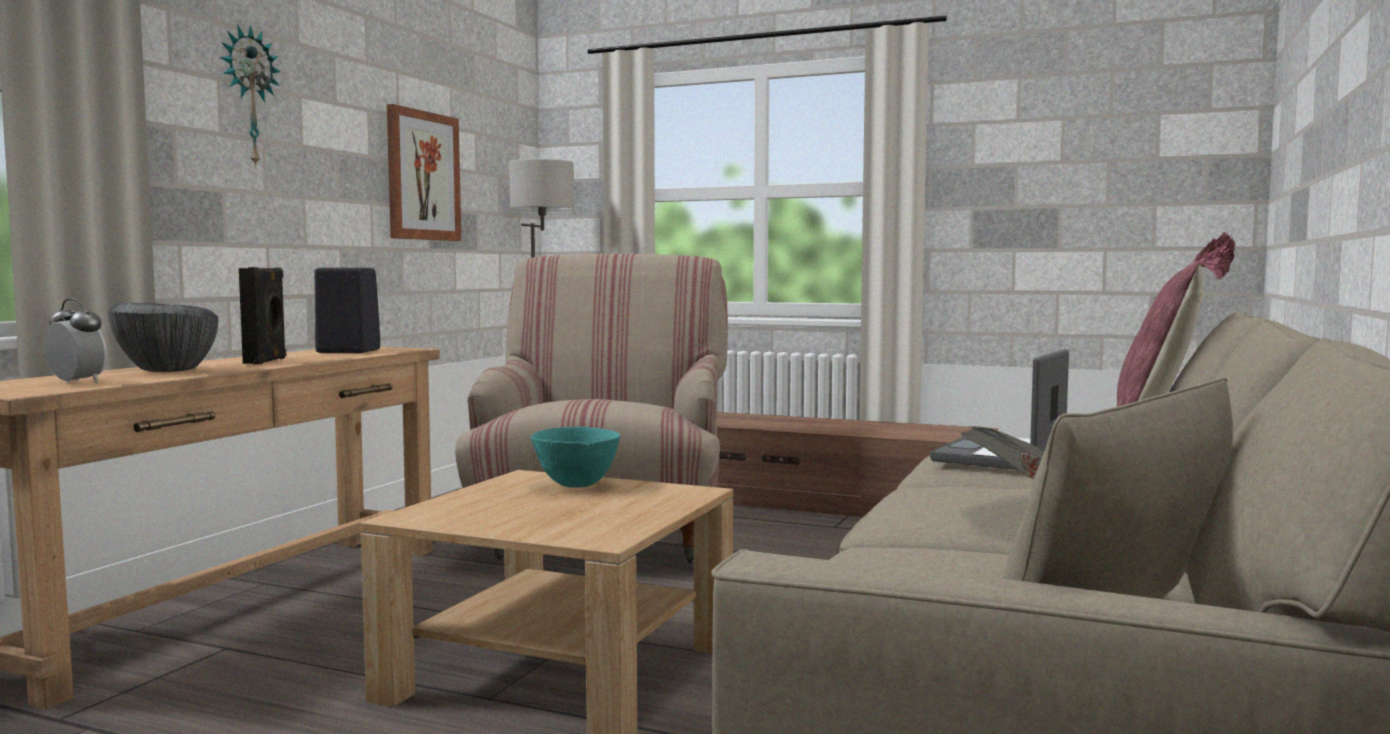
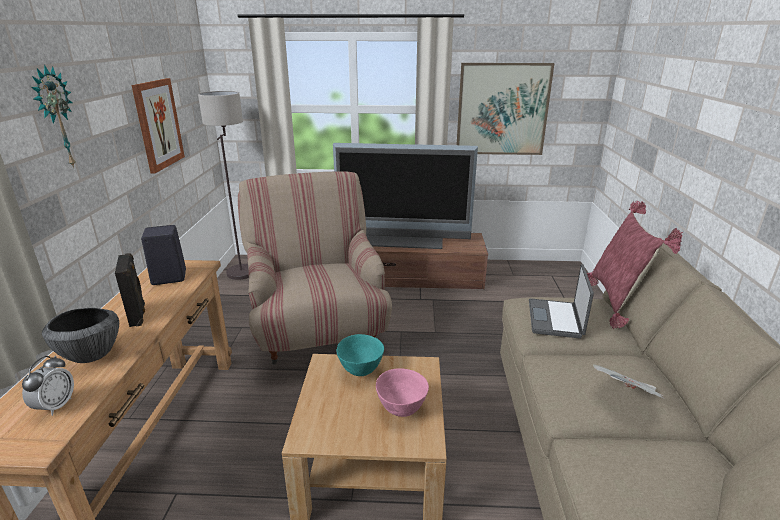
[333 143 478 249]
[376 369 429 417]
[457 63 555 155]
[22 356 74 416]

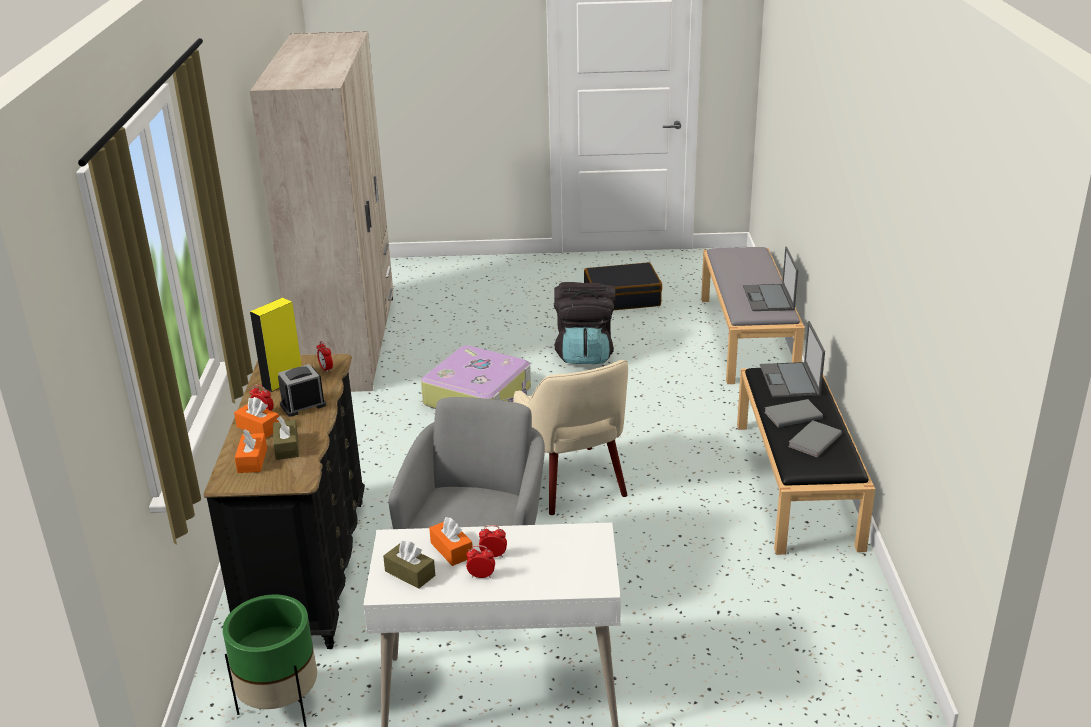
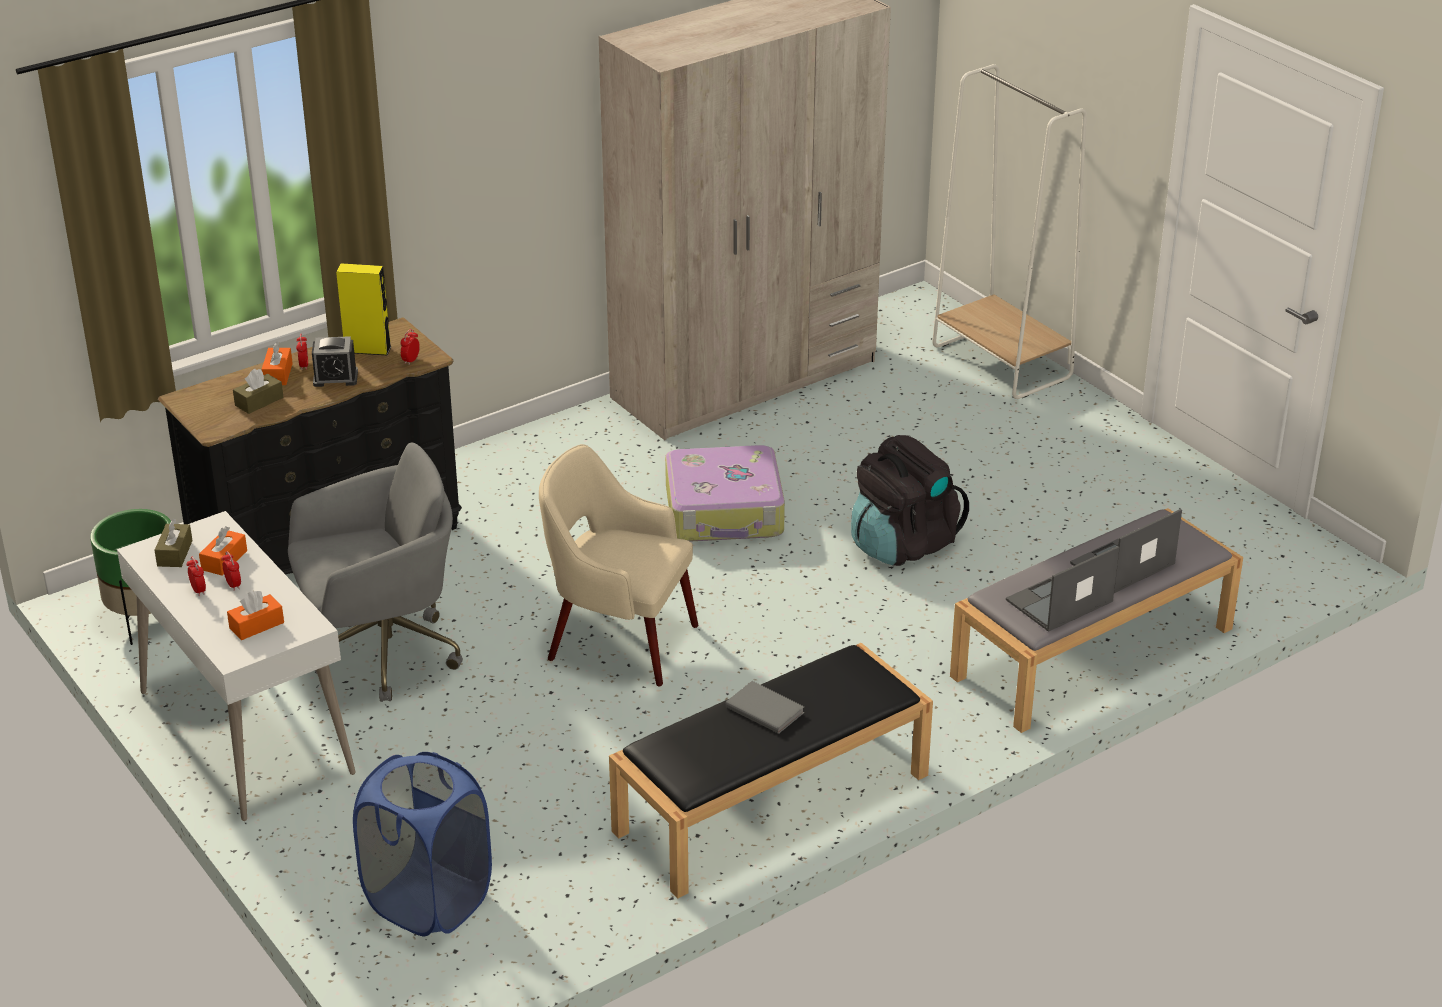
[584 262 662 310] (first image)
[788 420 842 457] (first image)
[353 752 492 936]
[932 64 1087 399]
[227 591 284 640]
[1070 509 1182 593]
[312 336 358 387]
[539 444 698 686]

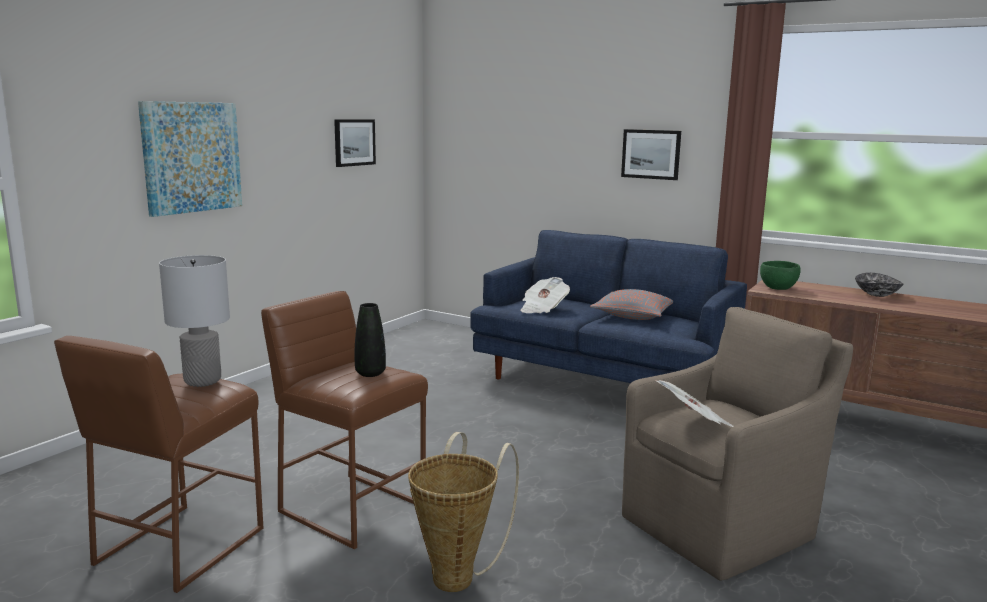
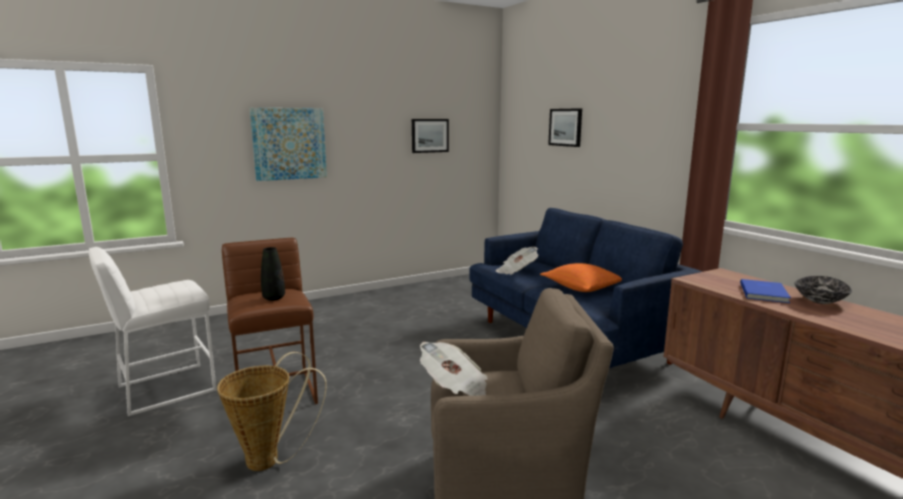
[159 255 230 387] (first image)
[760 261 801 290] (first image)
[740 279 791 303]
[548 108 582 147]
[88 247 216 416]
[540 263 622 292]

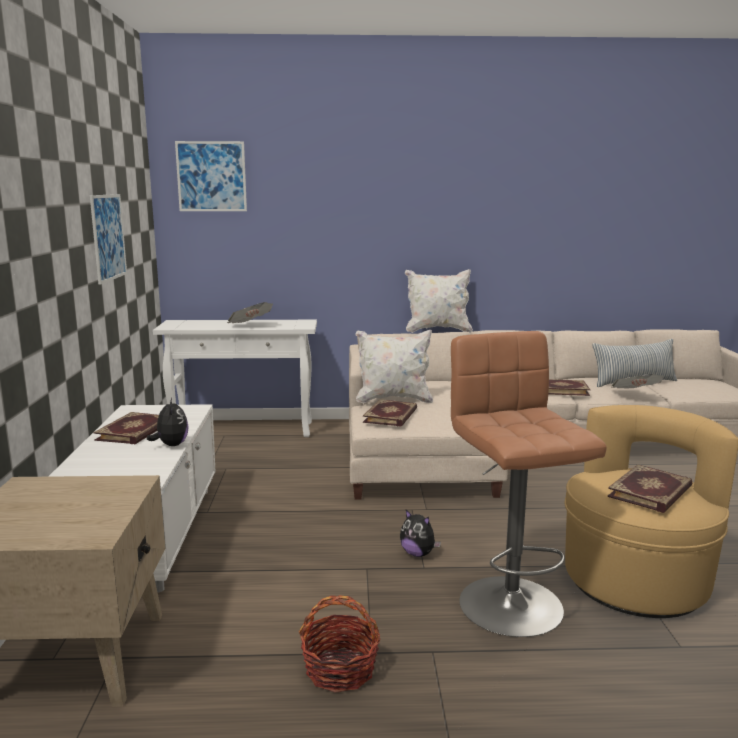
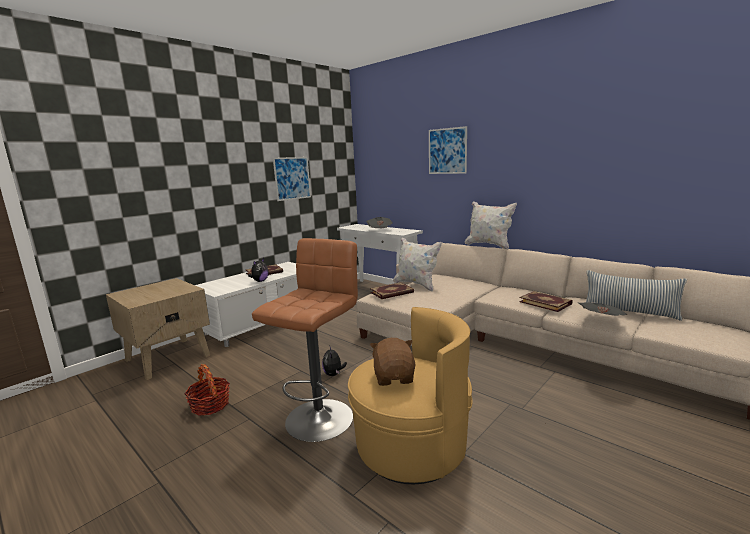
[429 126 467 174]
[370 338 415 386]

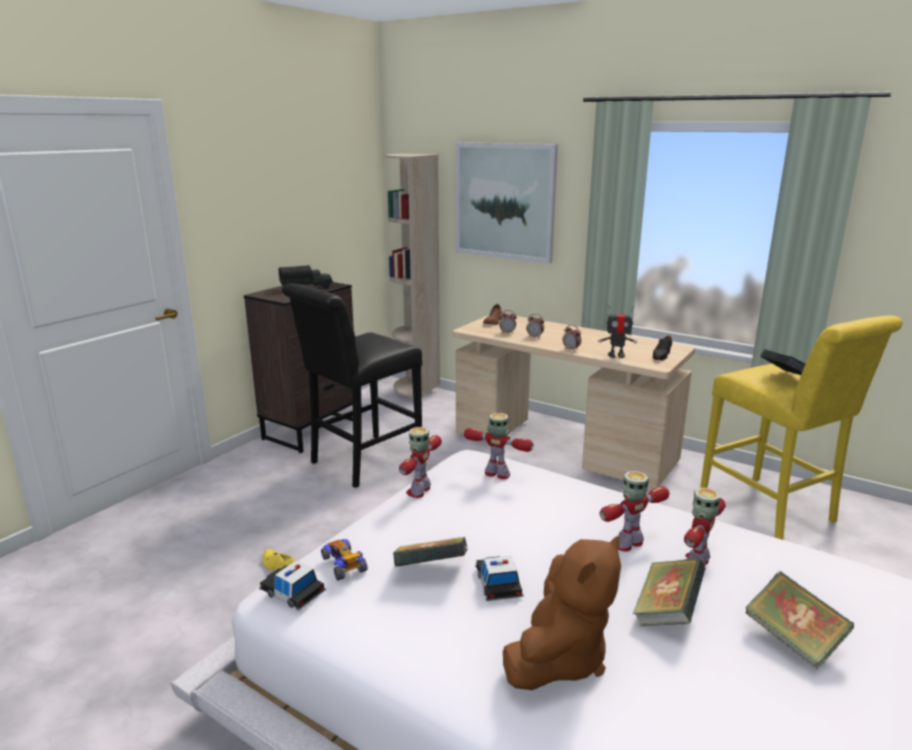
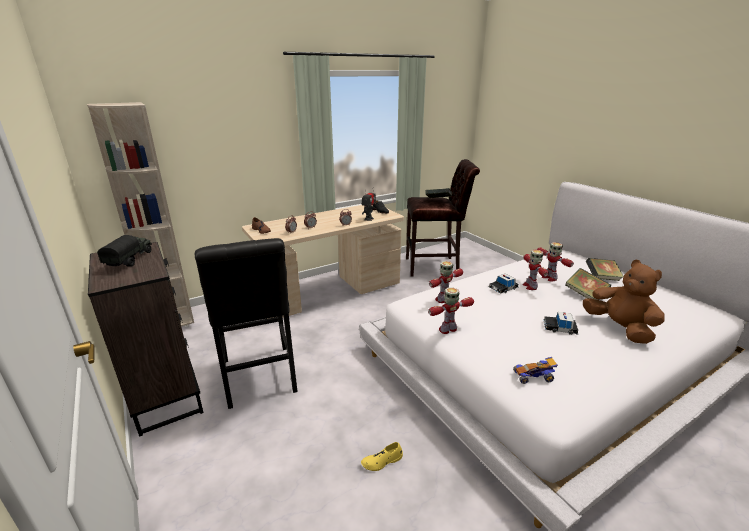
[393 537 467 567] (first image)
[455 142 558 264] (first image)
[488 274 519 293]
[406 159 480 276]
[428 287 474 334]

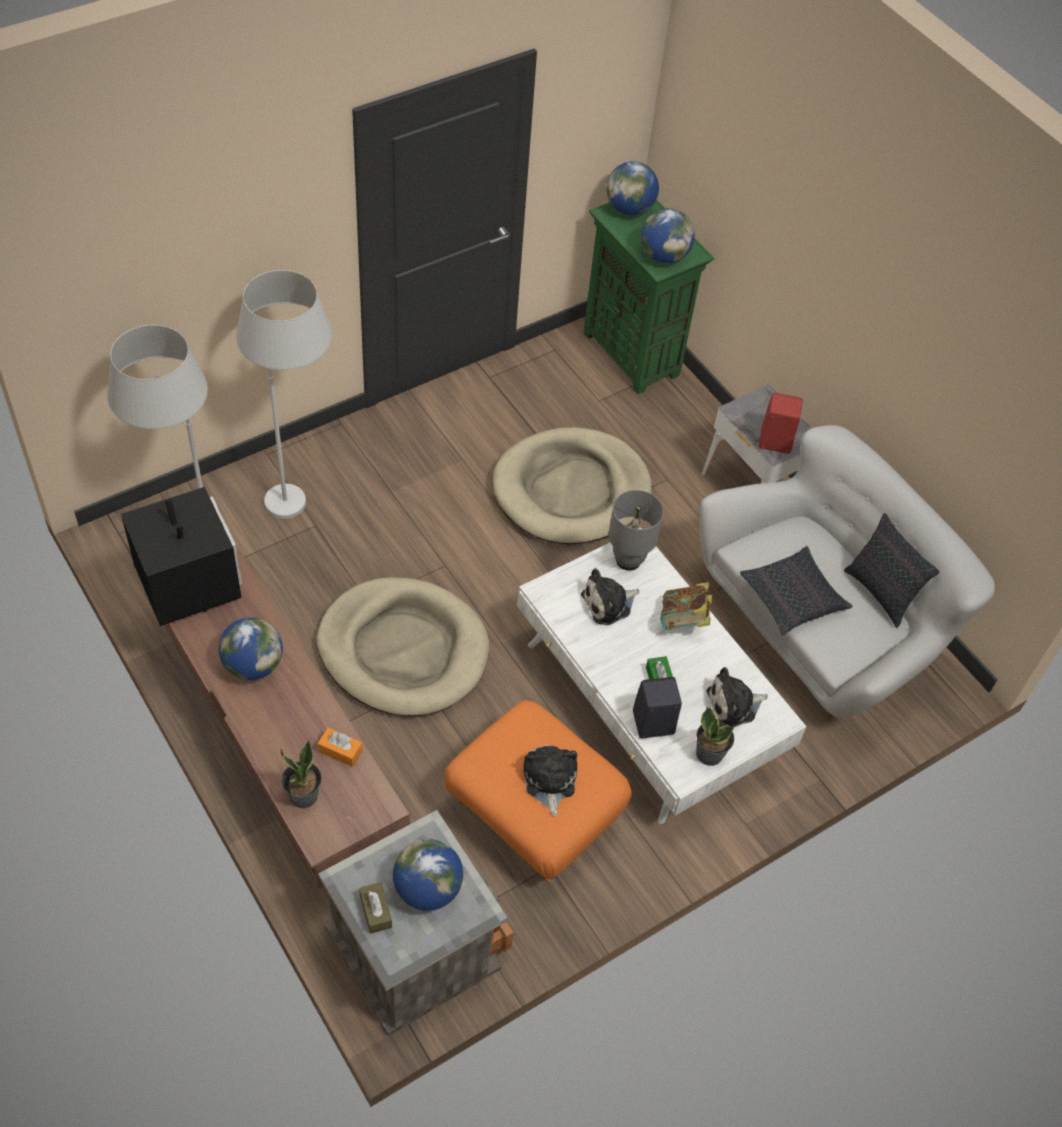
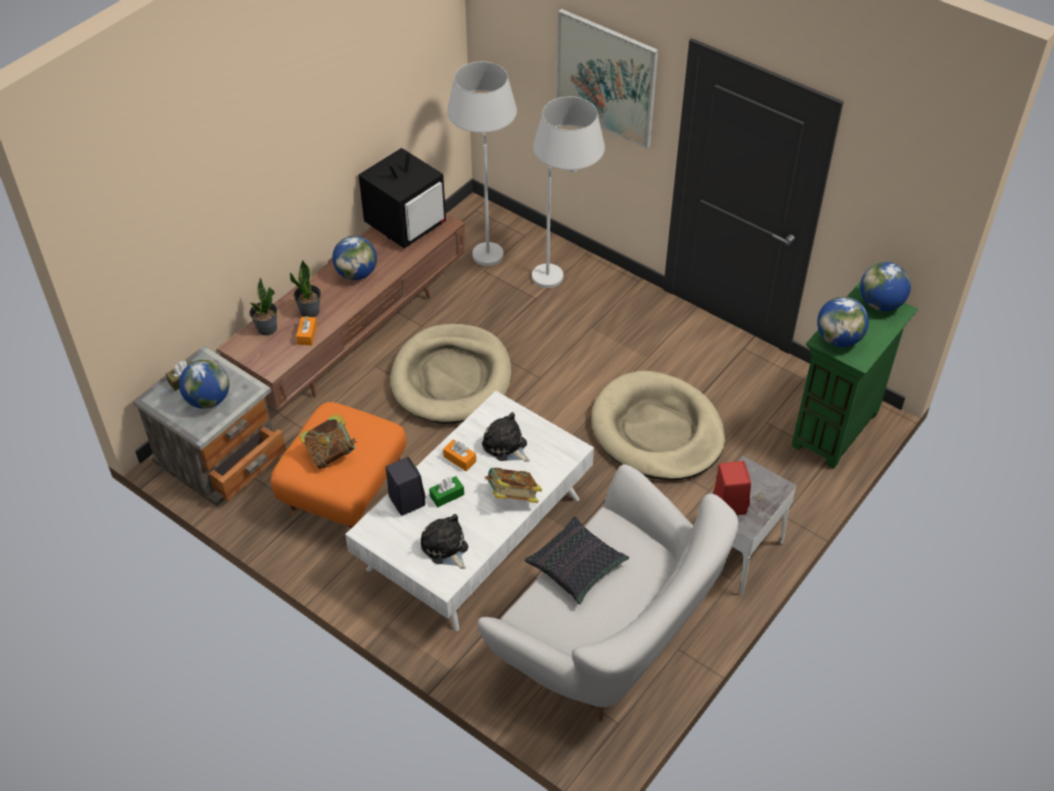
[609 490 663 571] (first image)
[844 513 940 628] (first image)
[443 439 476 471]
[556 9 659 149]
[290 260 321 317]
[299 413 357 469]

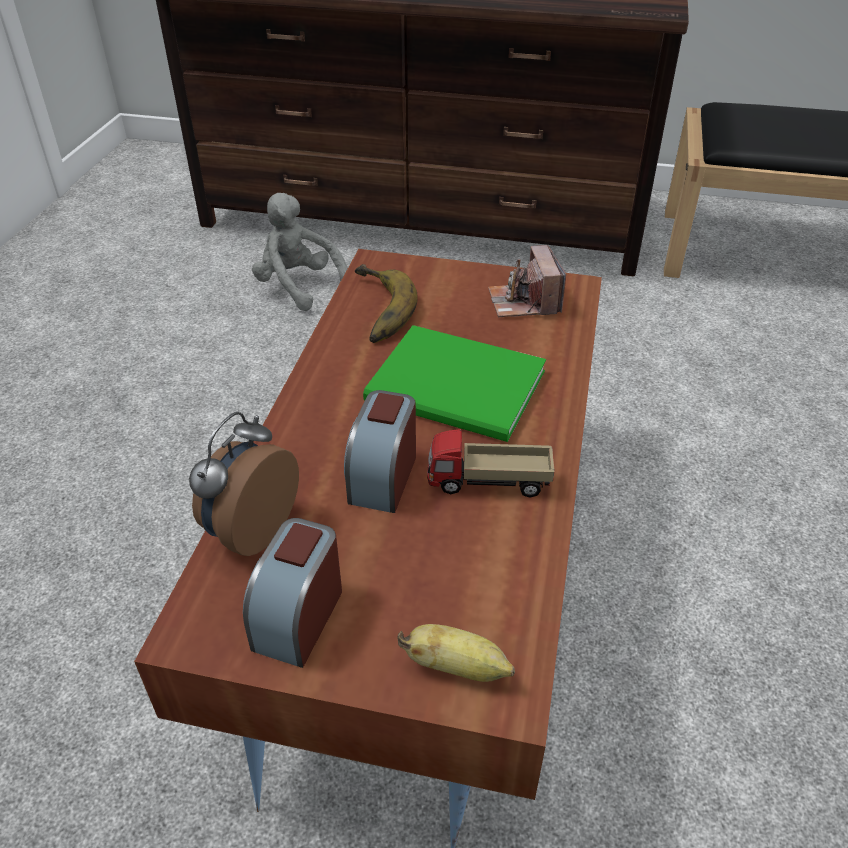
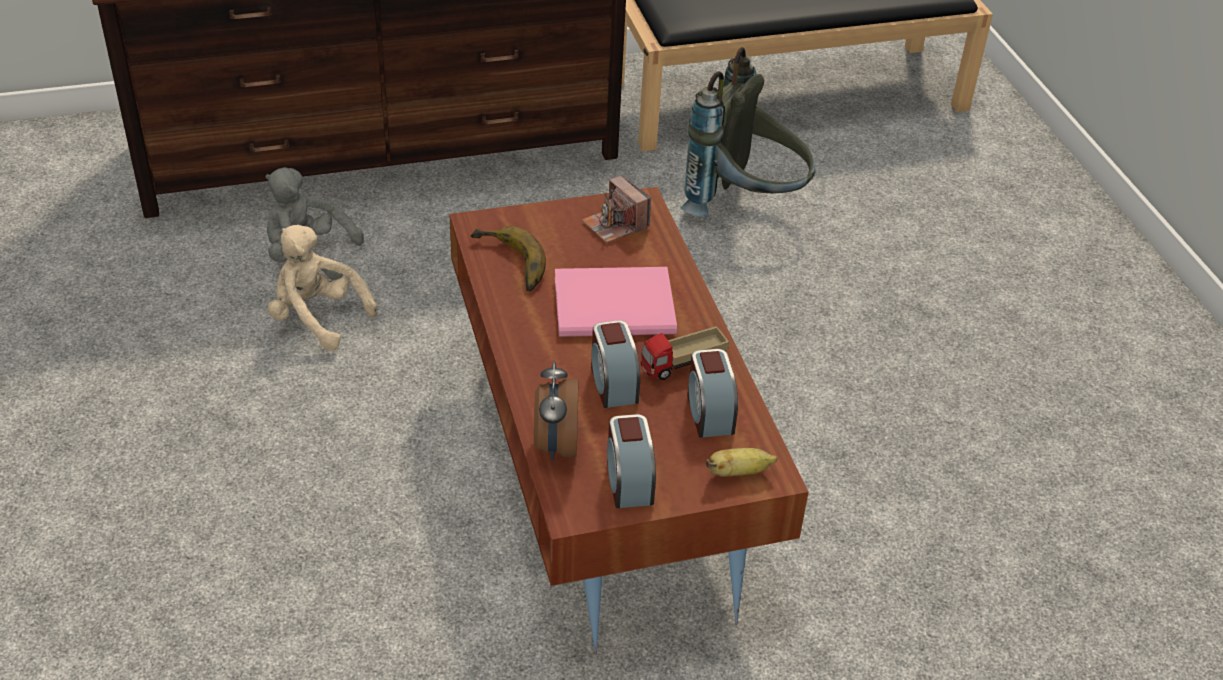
[268 225 378 350]
[680 47 815 217]
[687 349 738 438]
[555 267 677 337]

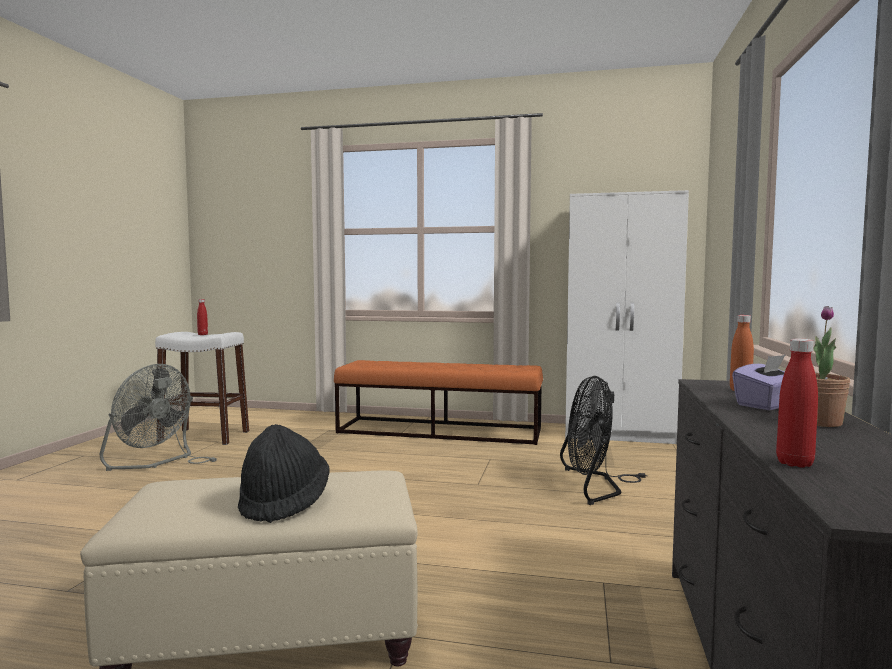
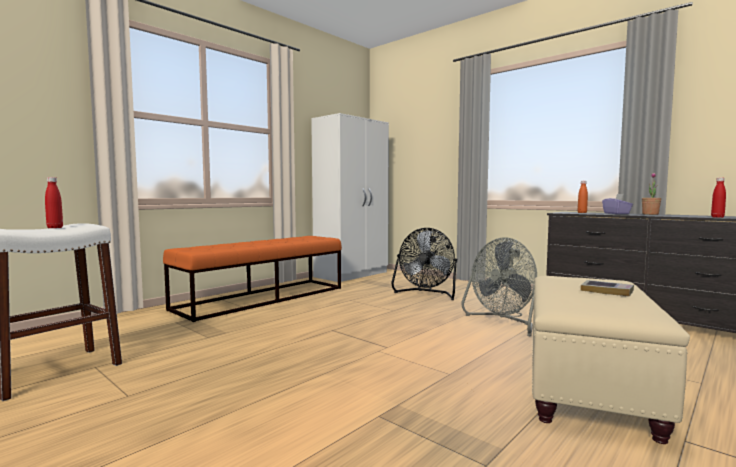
[461 237 537 337]
[581 280 634 296]

